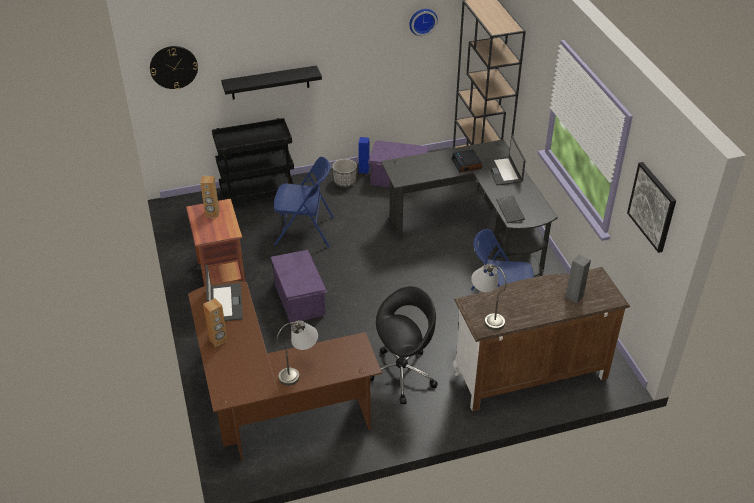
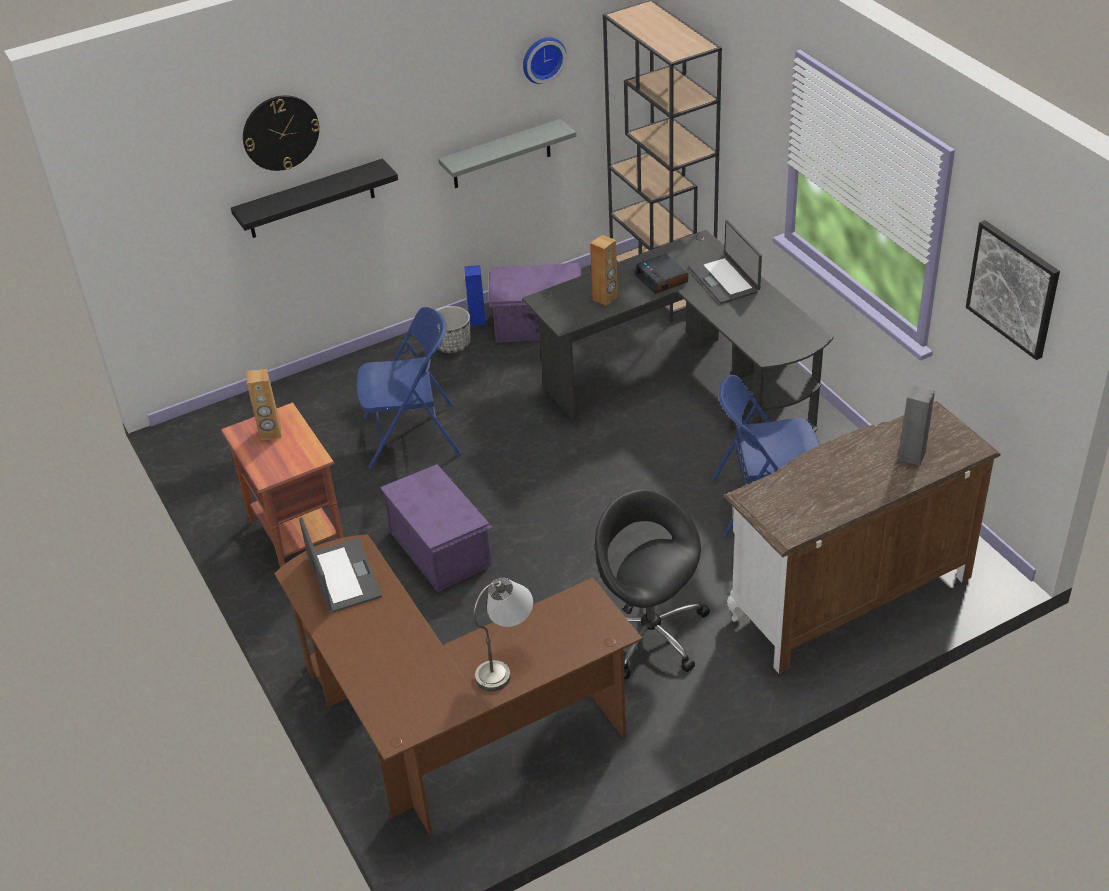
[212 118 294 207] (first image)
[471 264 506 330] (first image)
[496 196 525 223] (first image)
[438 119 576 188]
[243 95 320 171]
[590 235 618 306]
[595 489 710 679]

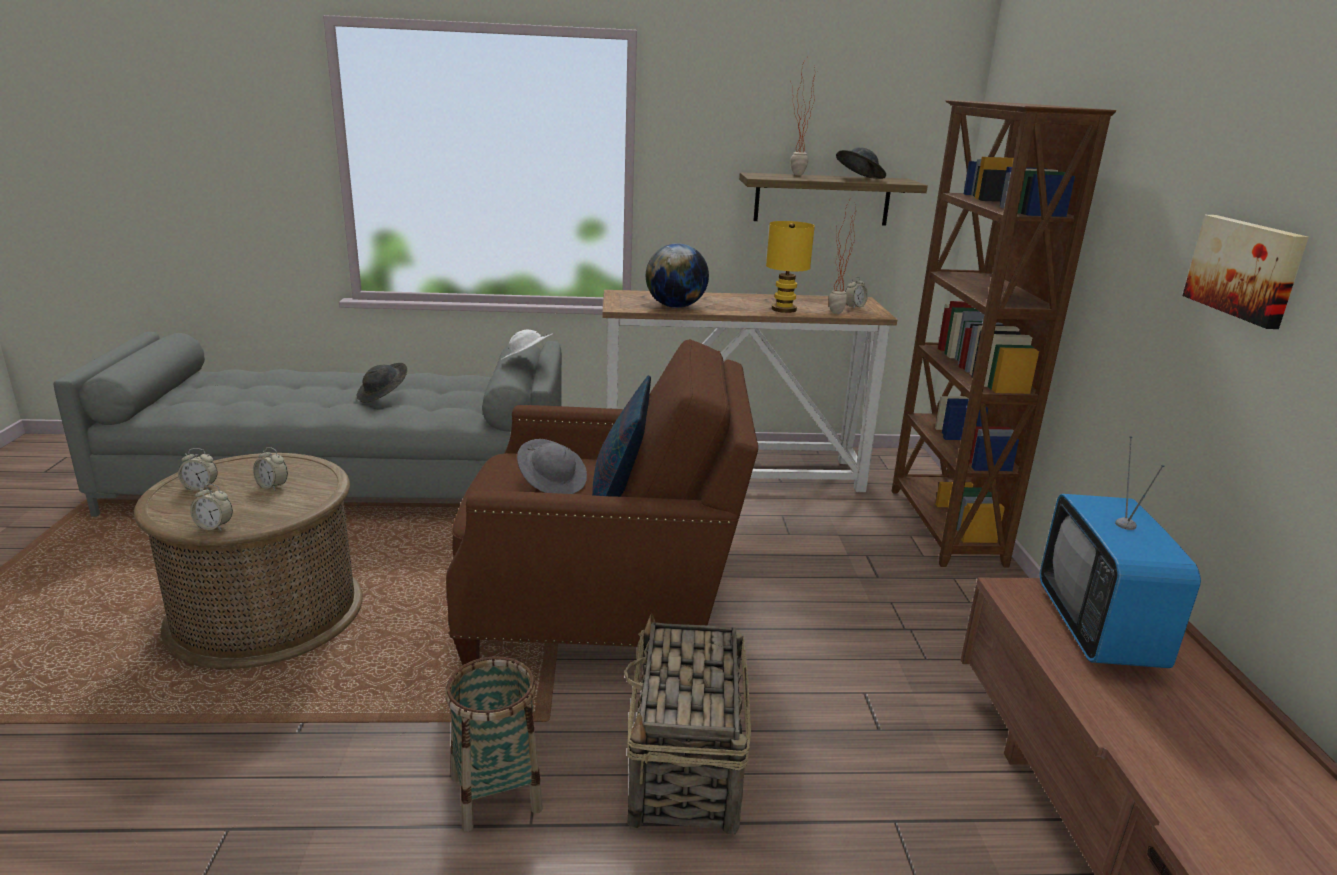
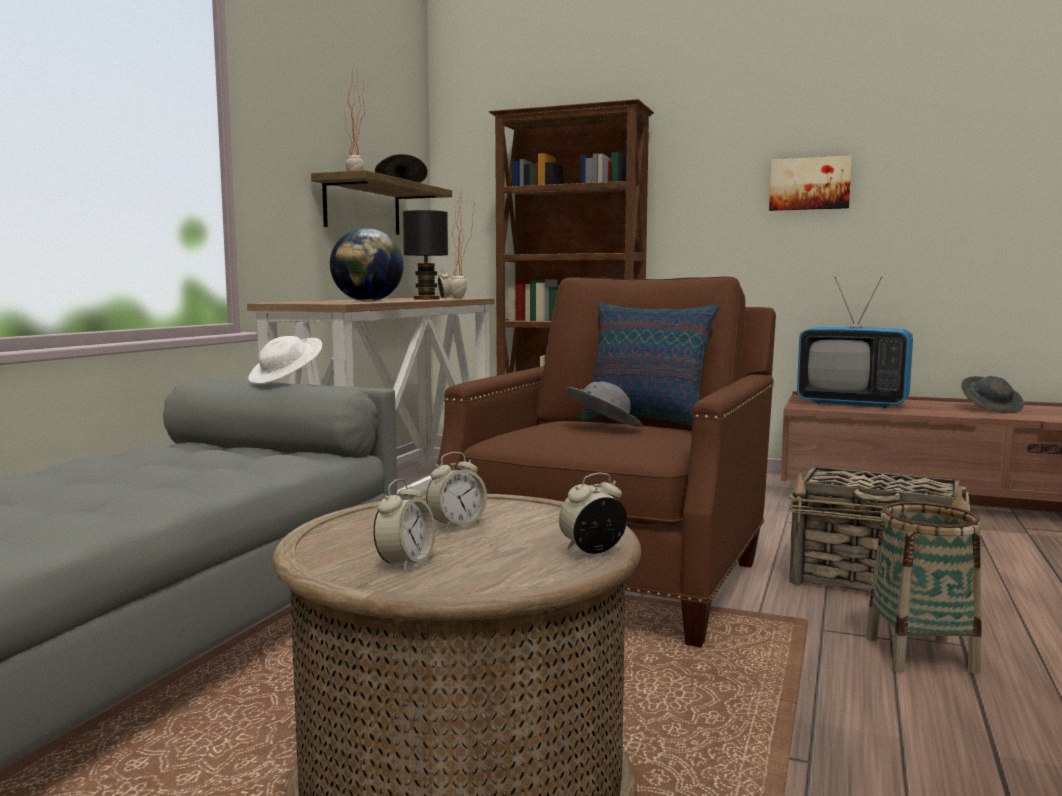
[961 376 1024 413]
[403 210 448 300]
[559 472 627 554]

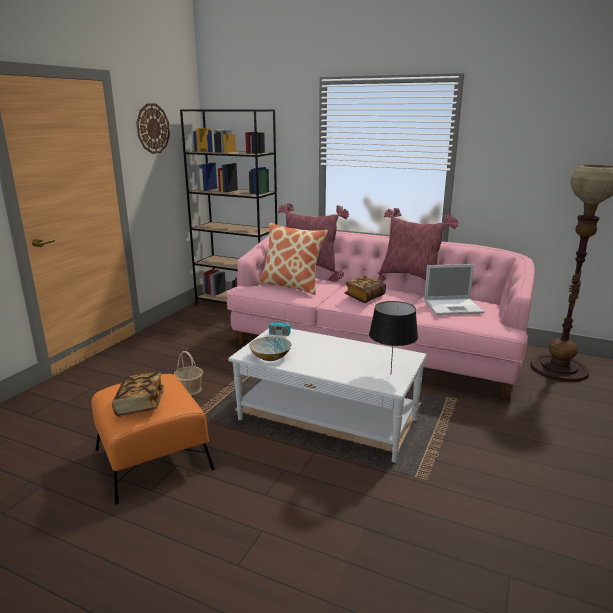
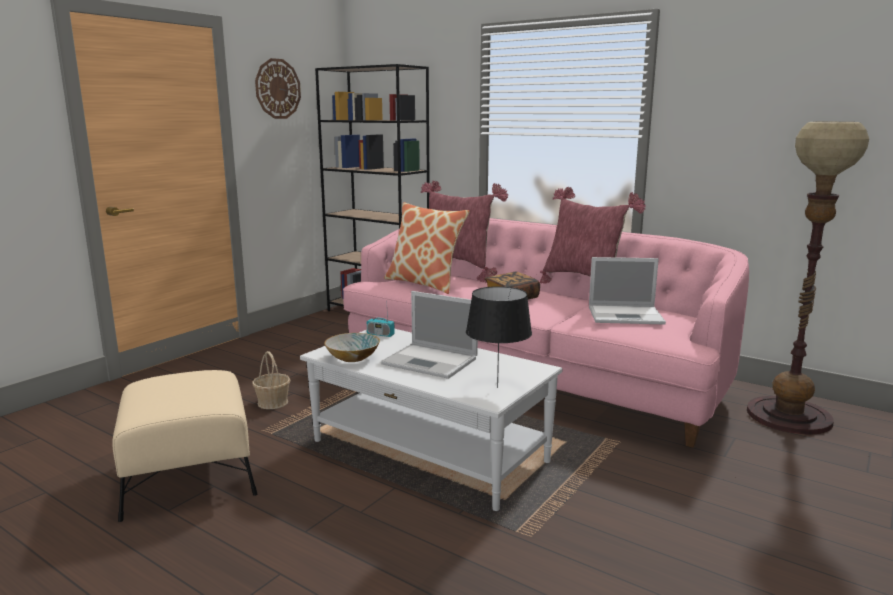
[112 372 164 417] (first image)
[381 291 478 379]
[112 370 257 522]

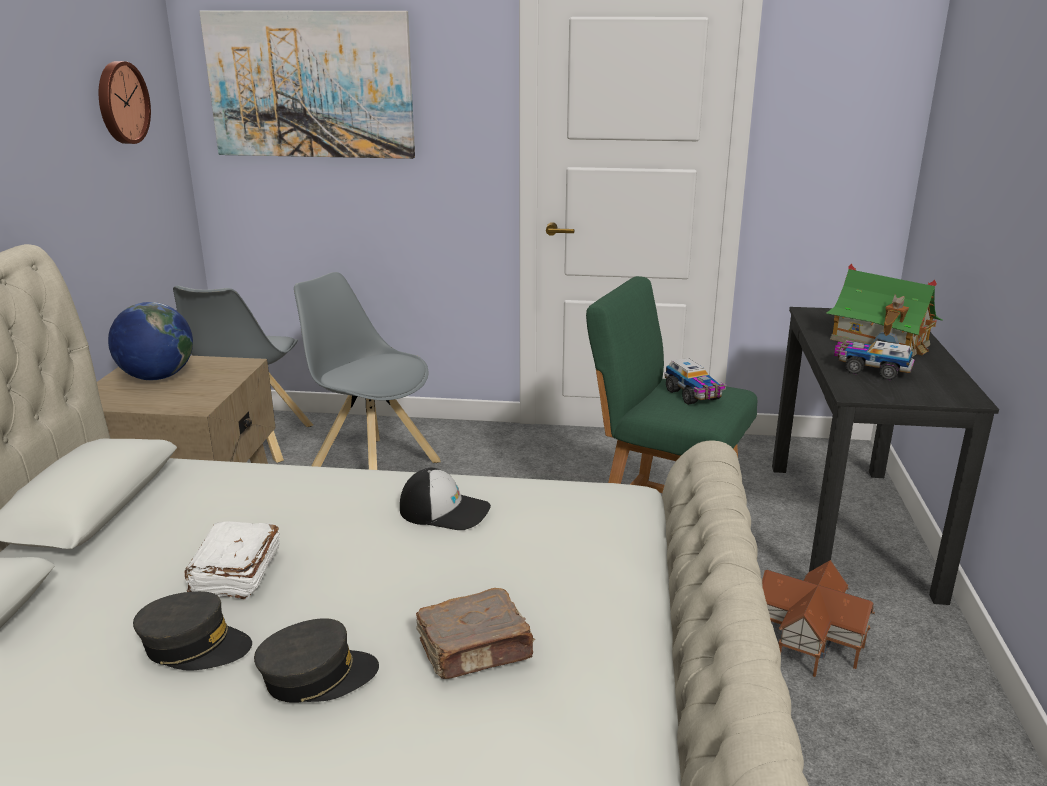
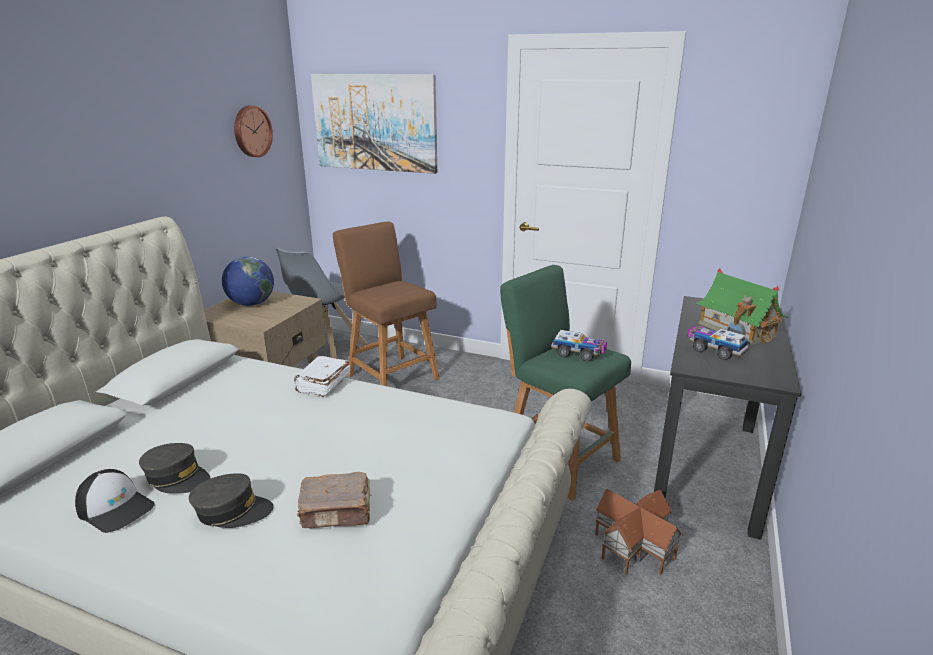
[294 356 350 397]
[75 469 155 533]
[333 222 440 386]
[551 330 607 362]

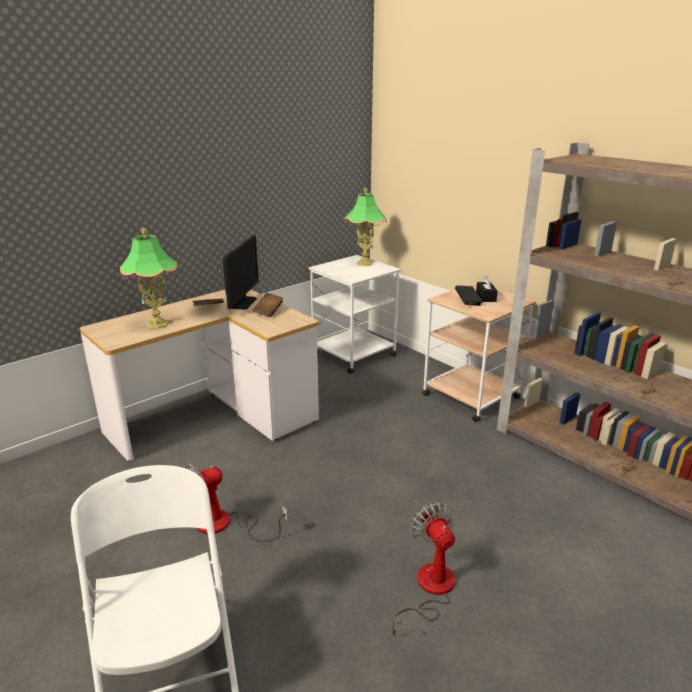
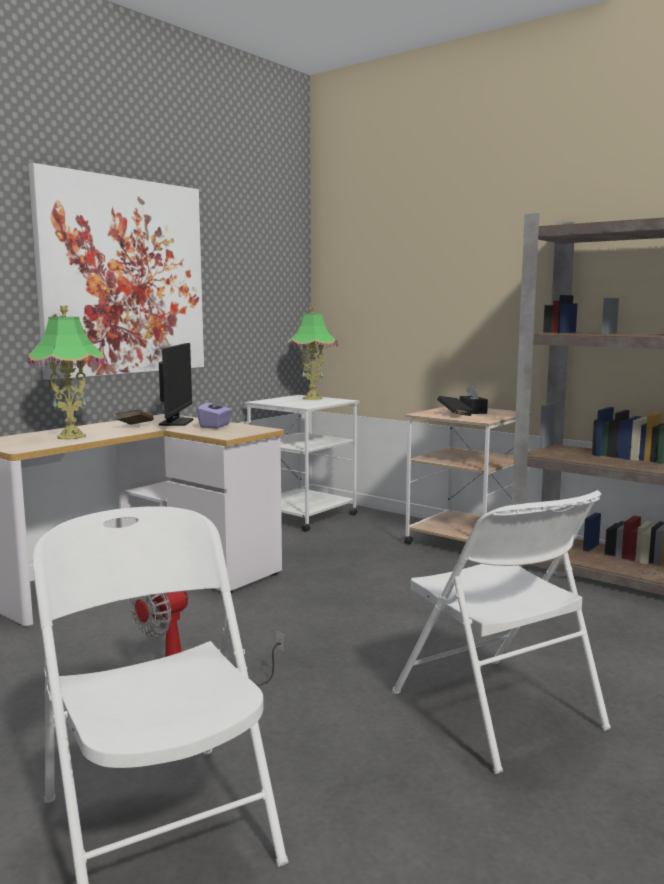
[28 163 204 380]
[197 396 232 428]
[392 490 611 775]

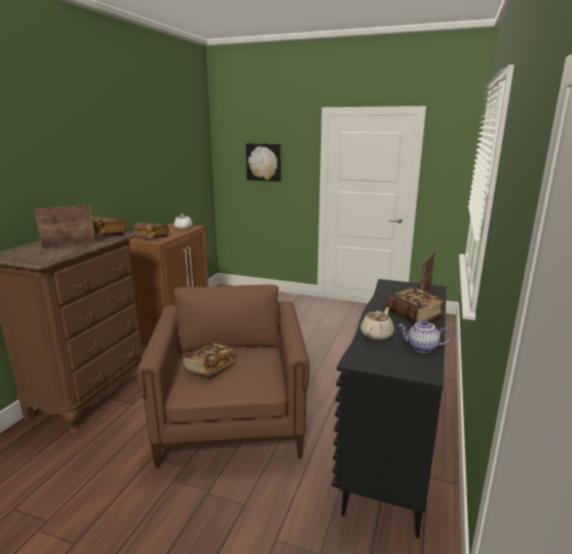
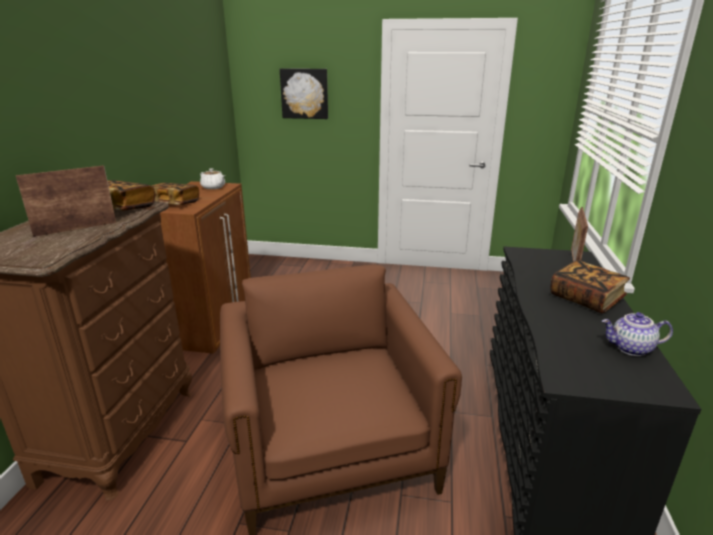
[183 342 234 377] (first image)
[360 307 394 340] (first image)

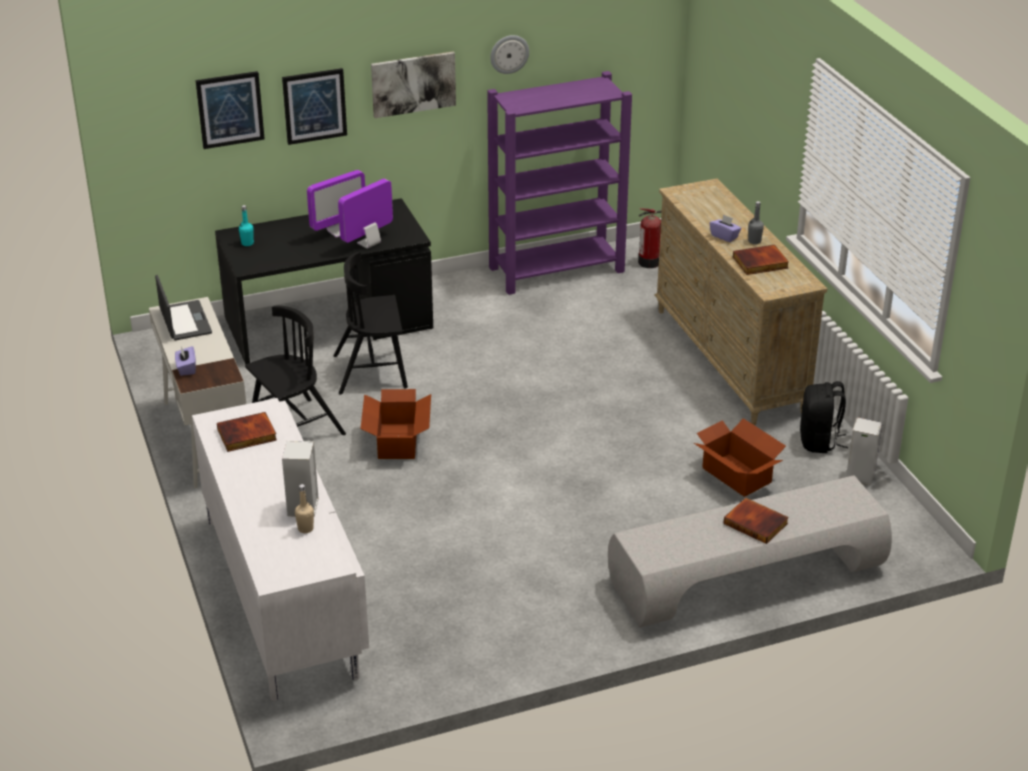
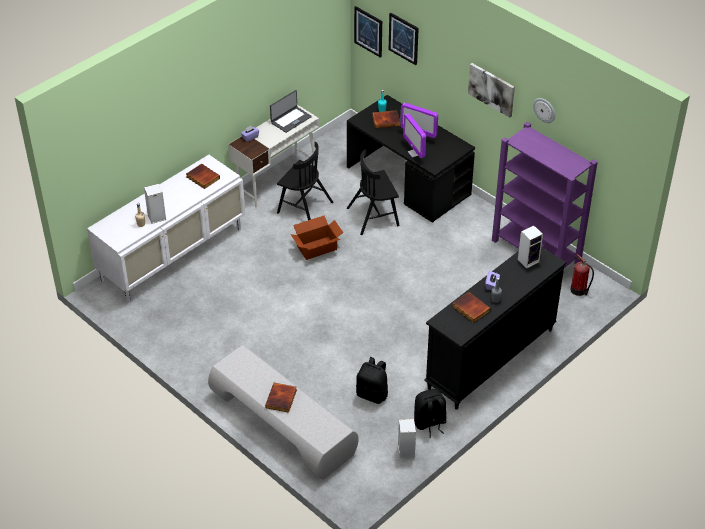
[372 110 400 129]
[518 226 543 268]
[354 6 382 58]
[356 357 388 404]
[424 247 566 410]
[347 150 400 235]
[403 113 426 158]

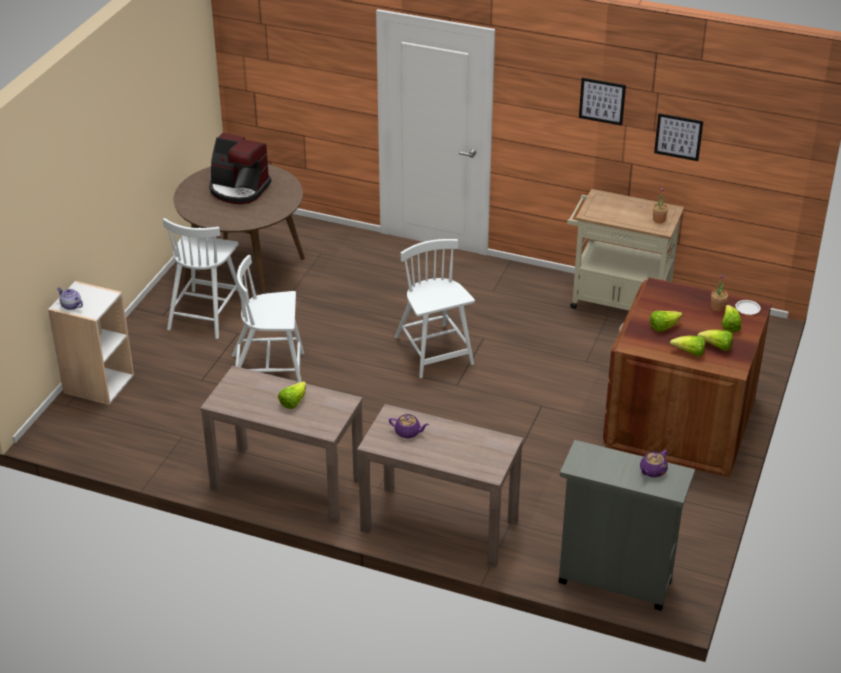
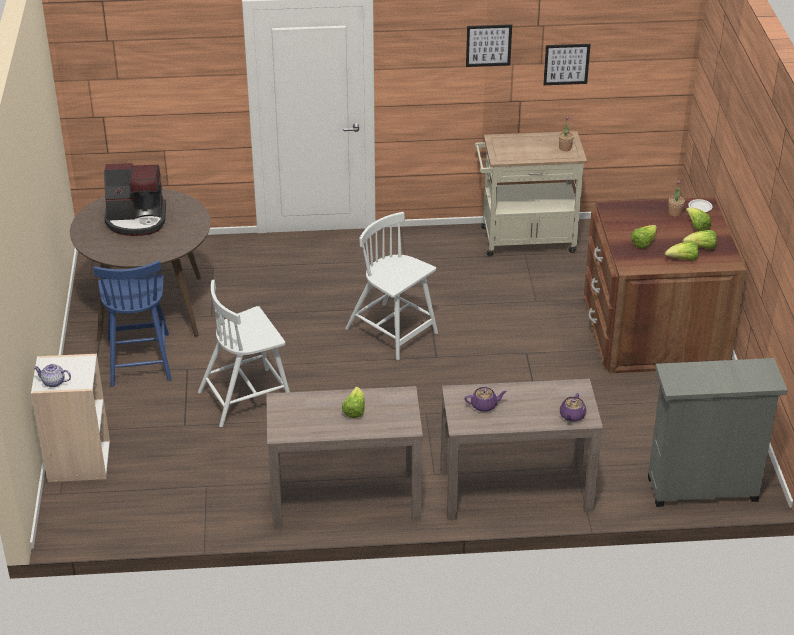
[560 393 586 422]
[94 260 171 387]

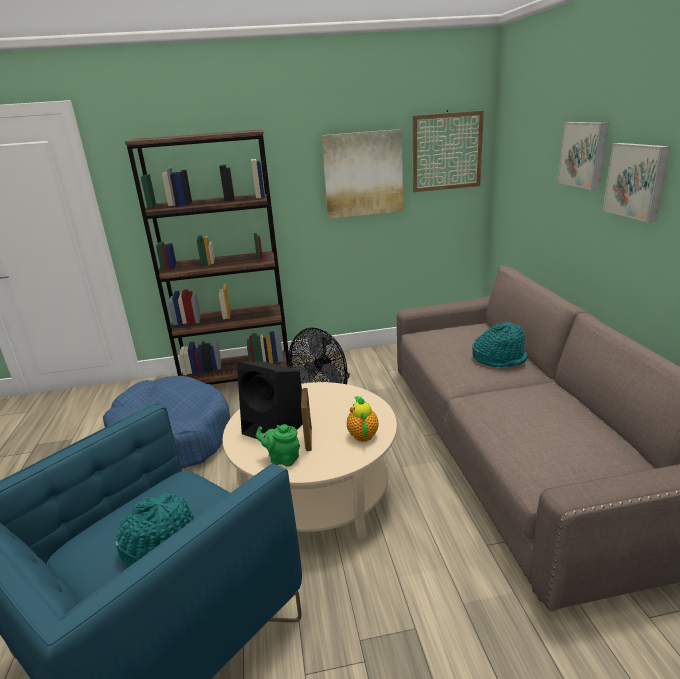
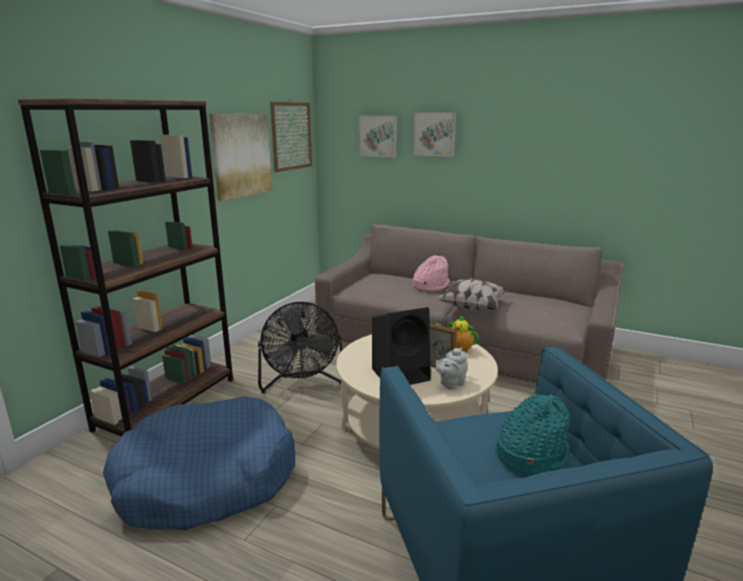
[436 278 508 310]
[358 115 397 157]
[435 347 468 389]
[412 256 450 291]

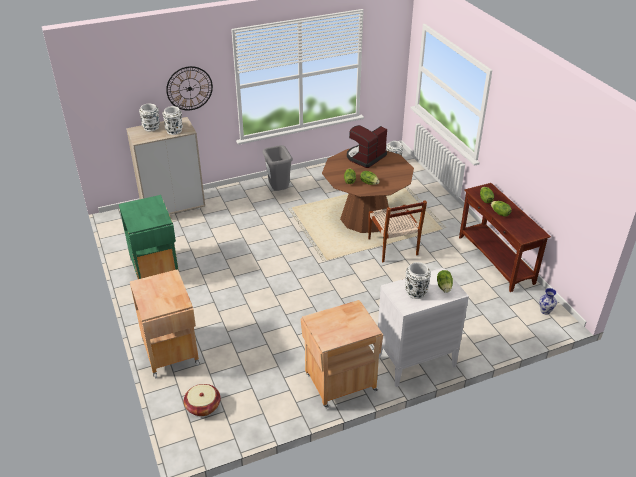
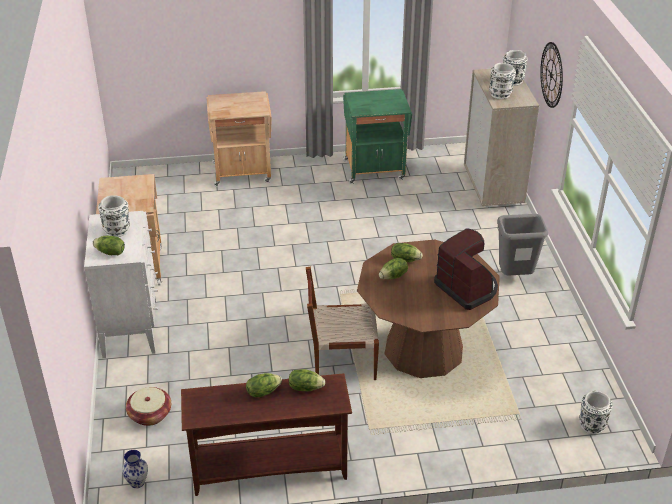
[126 387 171 426]

